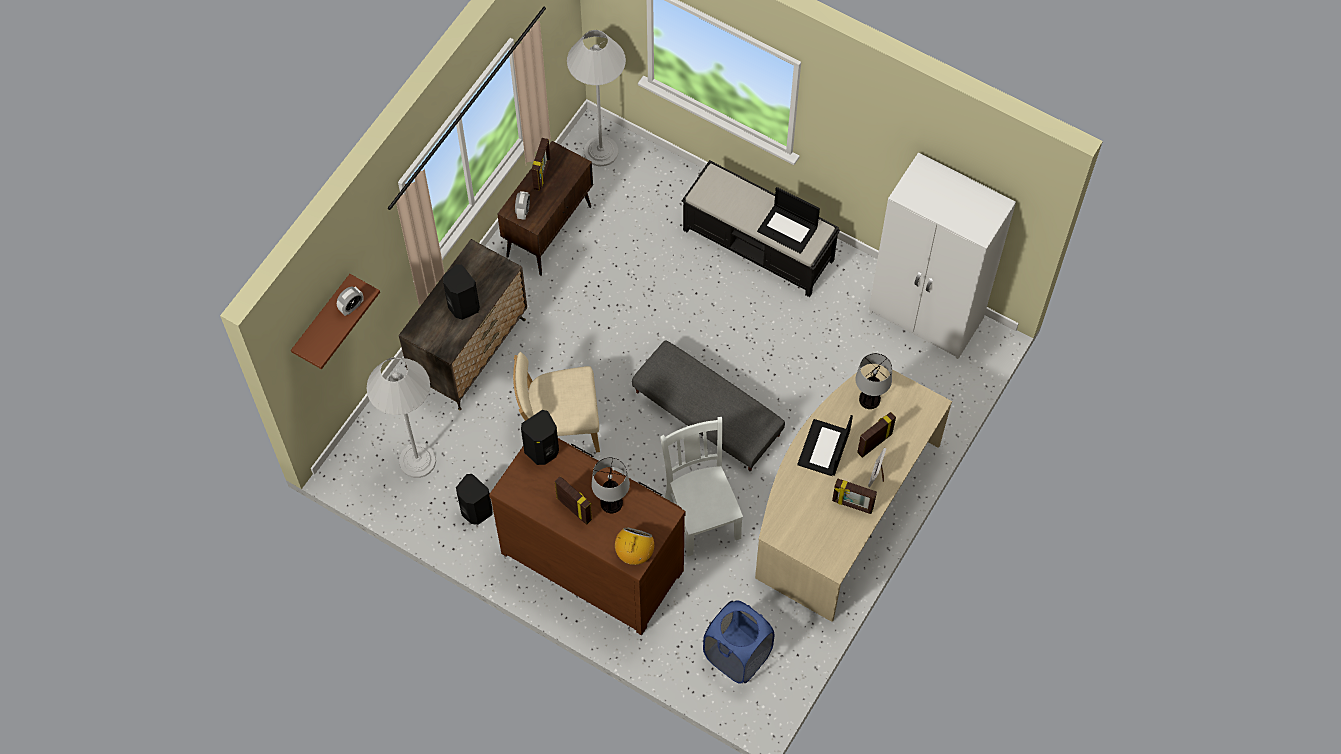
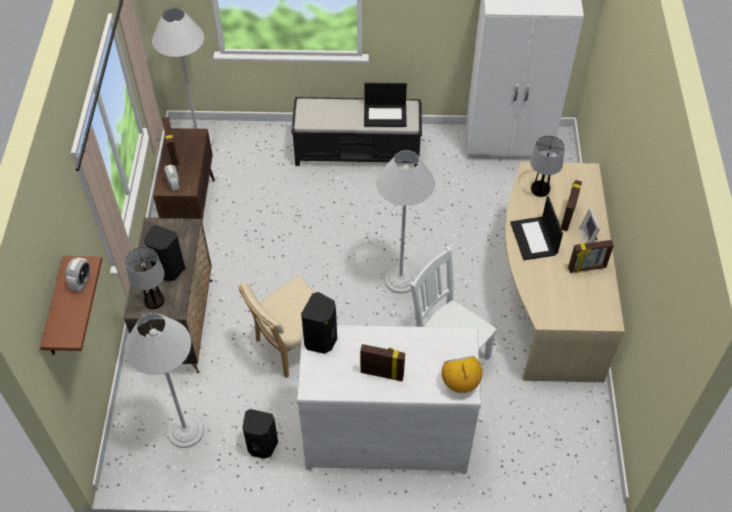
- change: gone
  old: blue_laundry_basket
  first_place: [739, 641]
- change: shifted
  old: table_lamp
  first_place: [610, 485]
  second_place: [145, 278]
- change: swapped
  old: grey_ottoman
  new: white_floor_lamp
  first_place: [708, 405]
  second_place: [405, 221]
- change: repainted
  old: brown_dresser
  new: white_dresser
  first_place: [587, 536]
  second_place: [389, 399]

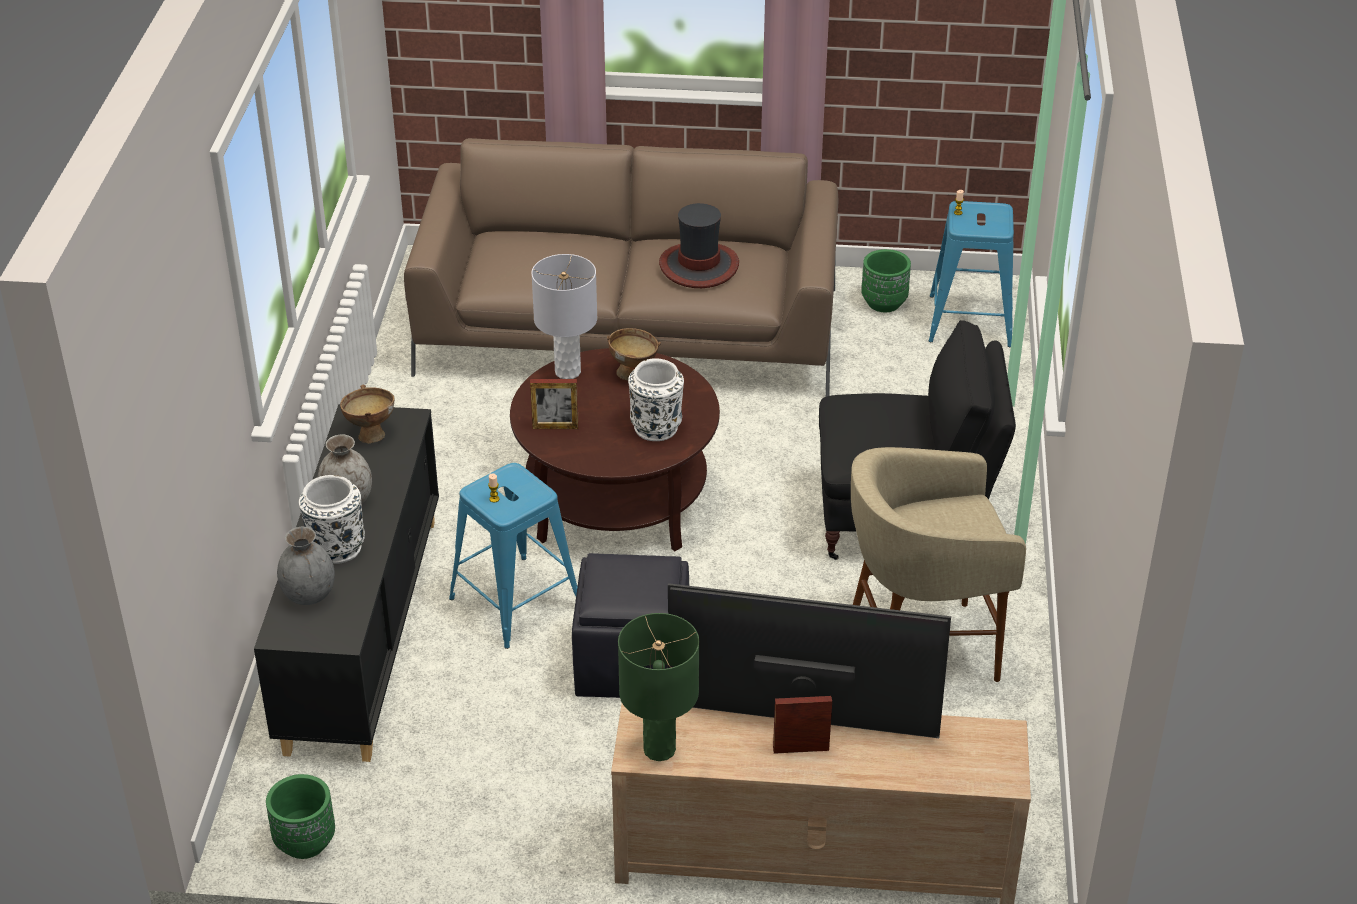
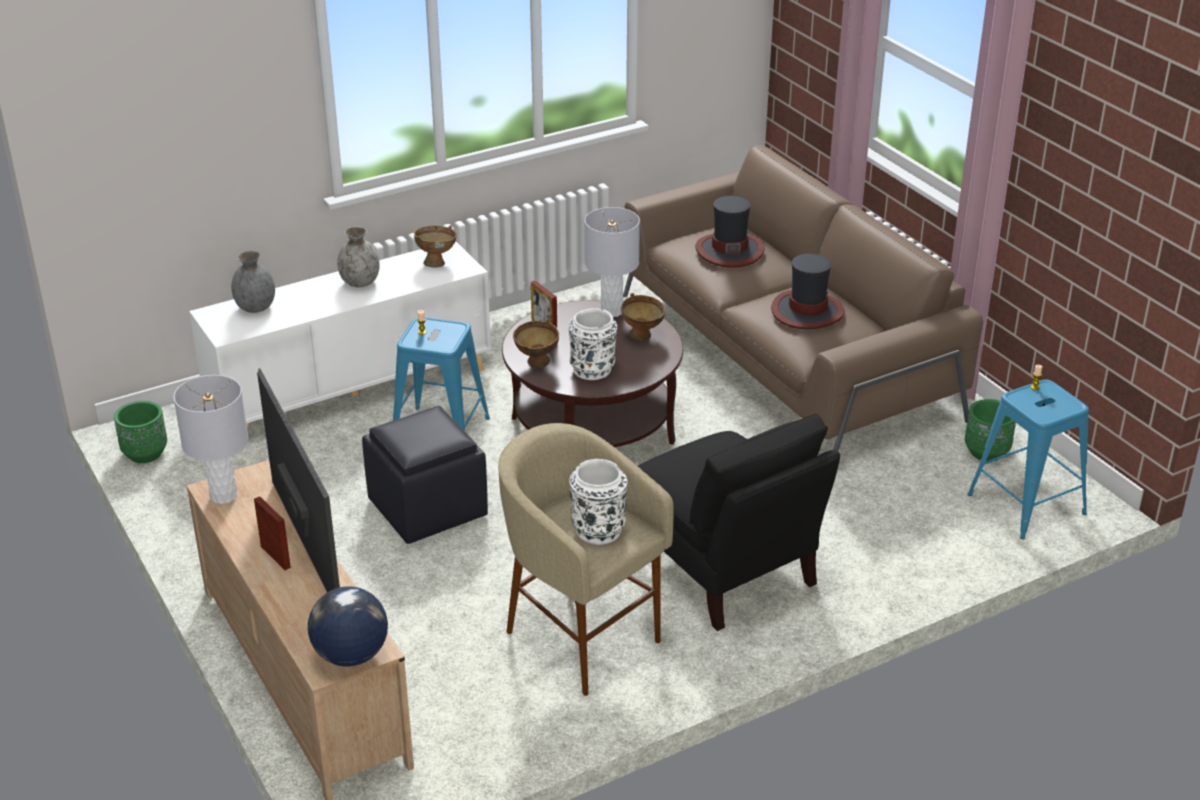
- change: new
  new: globe
  second_place: [348, 626]
- change: new
  new: brown_bowl
  second_place: [536, 343]
- change: new
  new: hat
  second_place: [730, 232]
- change: shifted
  old: white_vase
  first_place: [332, 519]
  second_place: [598, 502]
- change: repainted
  old: black_cabinet
  new: white_cabinet
  first_place: [346, 583]
  second_place: [340, 334]
- change: repainted
  old: green_table_lamp
  new: grey_table_lamp
  first_place: [658, 687]
  second_place: [210, 439]

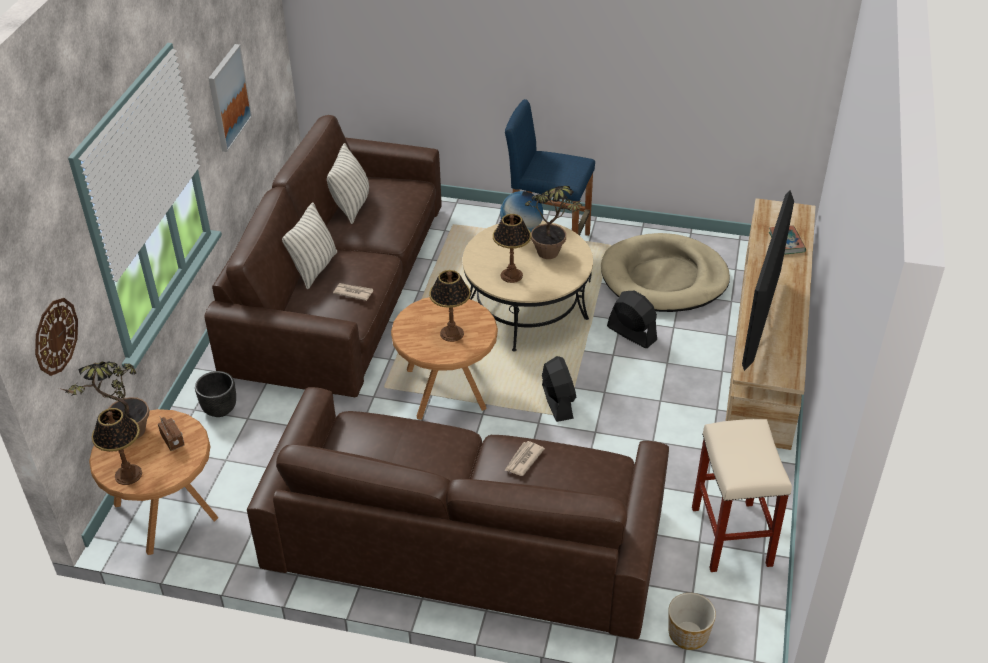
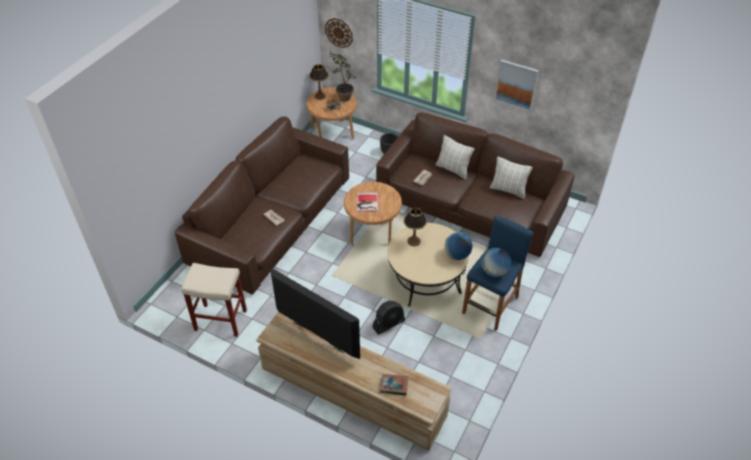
- change: gone
  old: potted_plant
  first_place: [554, 222]
- change: gone
  old: black_fan
  first_place: [559, 389]
- change: gone
  old: beige_dog_bed
  first_place: [665, 272]
- change: gone
  old: planter
  first_place: [692, 621]
- change: new
  new: globe
  second_place: [496, 262]
- change: swapped
  old: table_lamp
  new: book
  first_place: [450, 306]
  second_place: [368, 202]

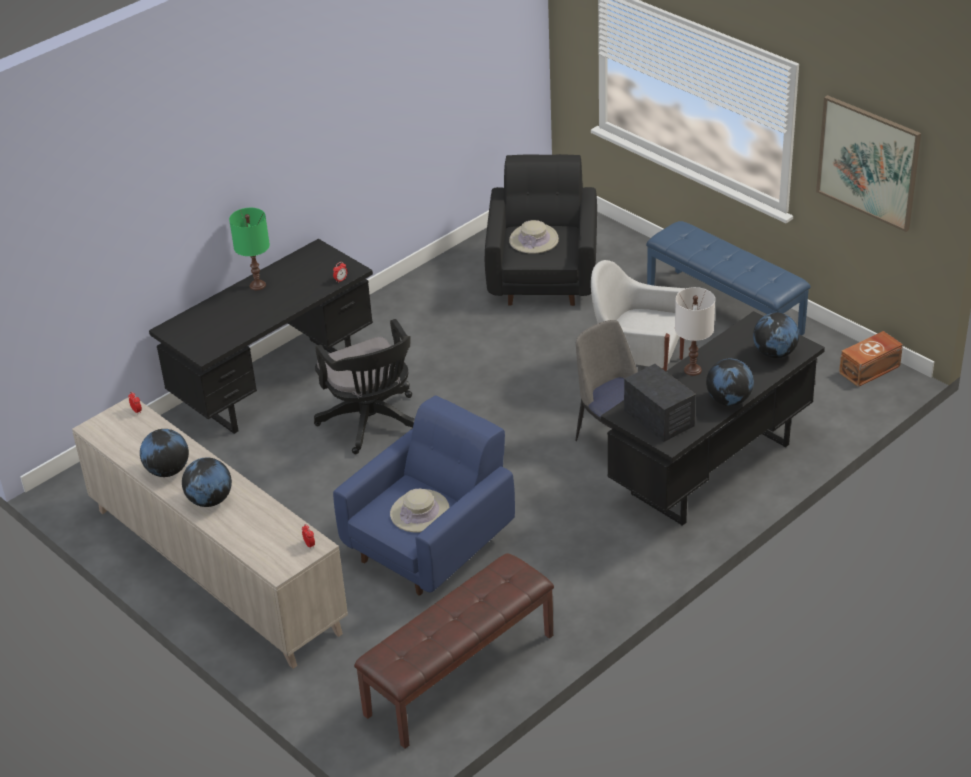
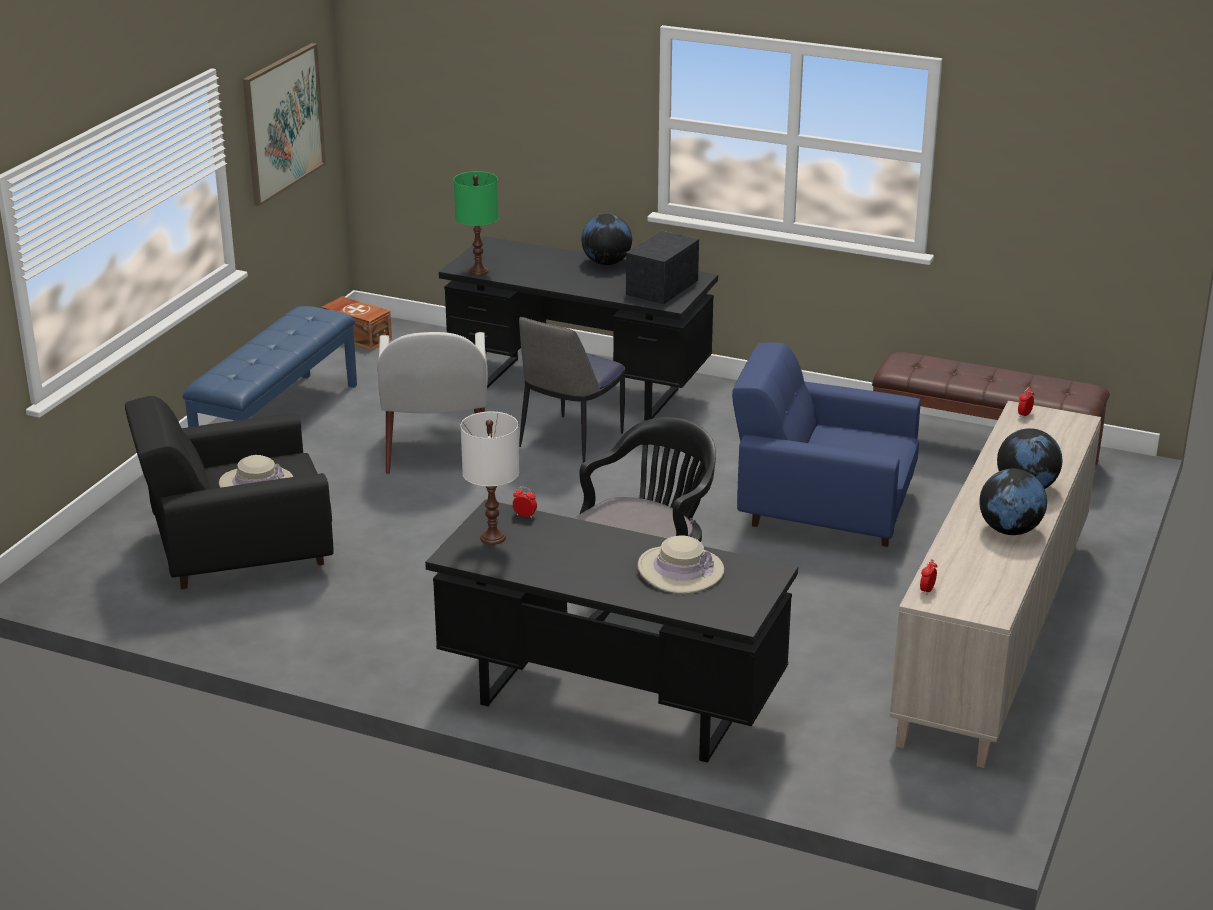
- change: gone
  old: globe
  first_place: [776, 335]
- change: shifted
  old: green_table_lamp
  first_place: [249, 249]
  second_place: [476, 223]
- change: shifted
  old: beige_hat
  first_place: [419, 511]
  second_place: [681, 564]
- change: shifted
  old: white_table_lamp
  first_place: [695, 331]
  second_place: [490, 478]

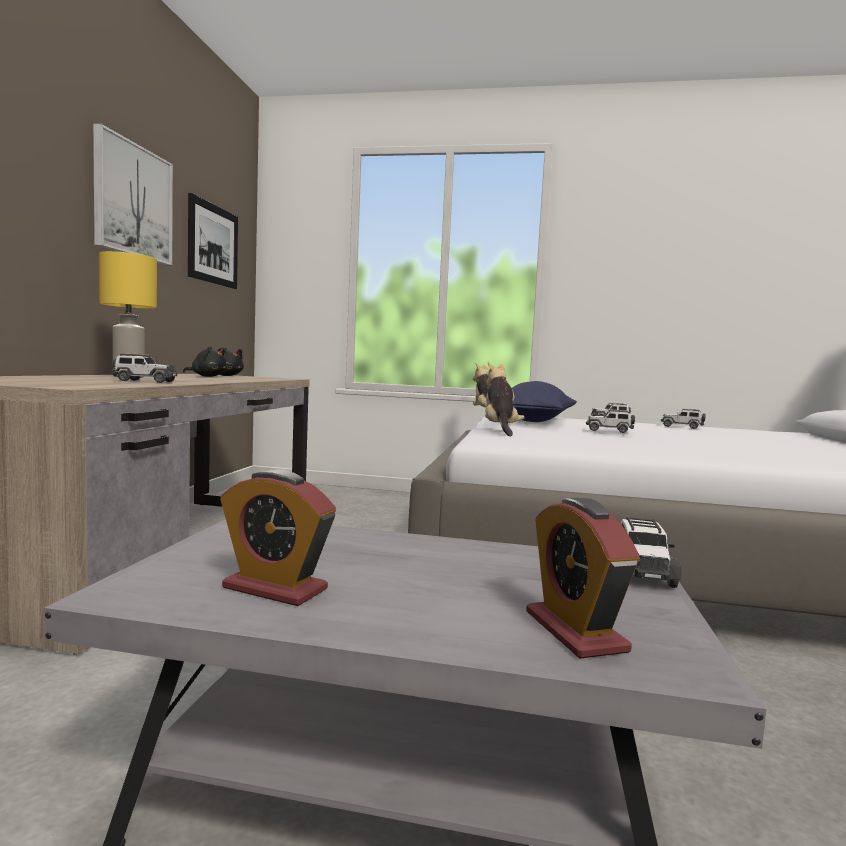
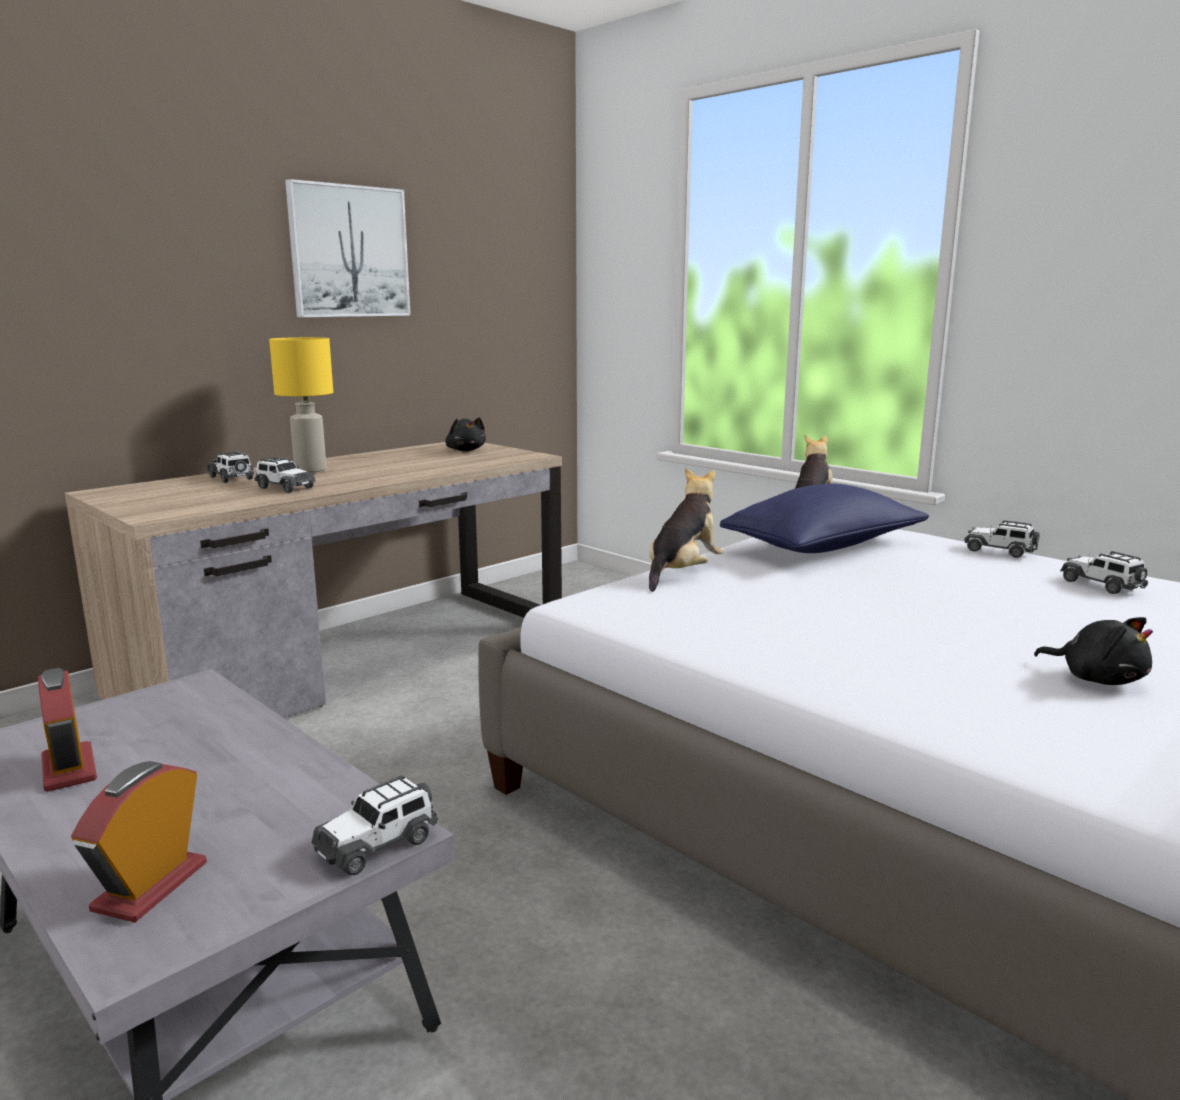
- change: gone
  old: picture
  first_place: [213, 241]
- change: shifted
  old: black_plush_toy
  first_place: [205, 361]
  second_place: [1093, 651]
- change: shifted
  old: toy_car
  first_place: [610, 421]
  second_place: [230, 467]

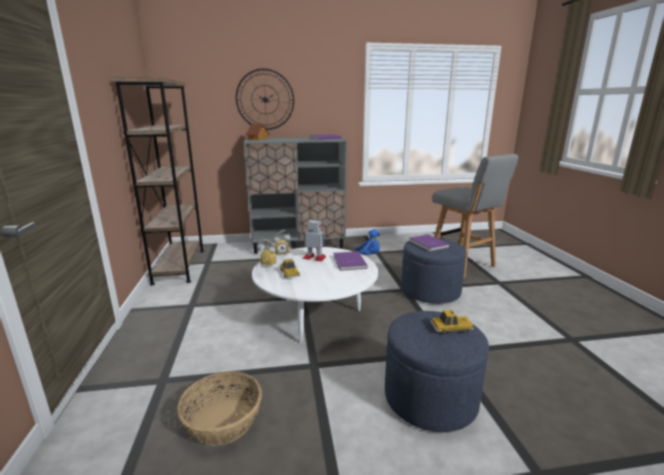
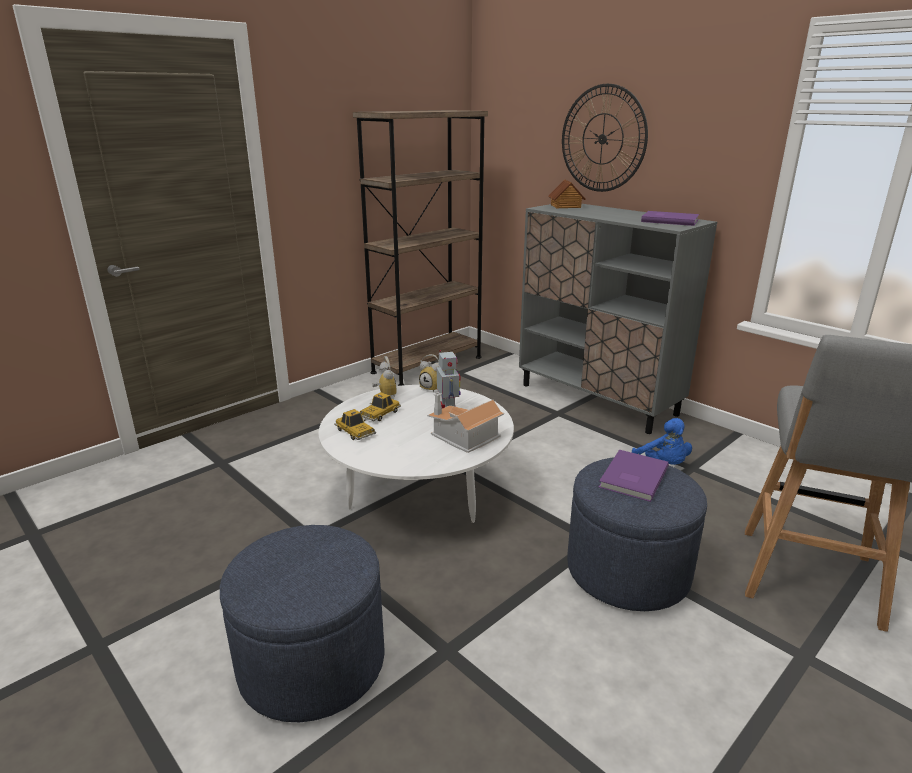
- change: gone
  old: basket
  first_place: [219, 408]
- change: shifted
  old: toy_car
  first_place: [452, 322]
  second_place: [355, 424]
- change: swapped
  old: purple_book
  new: toy_house
  first_place: [350, 261]
  second_place: [465, 422]

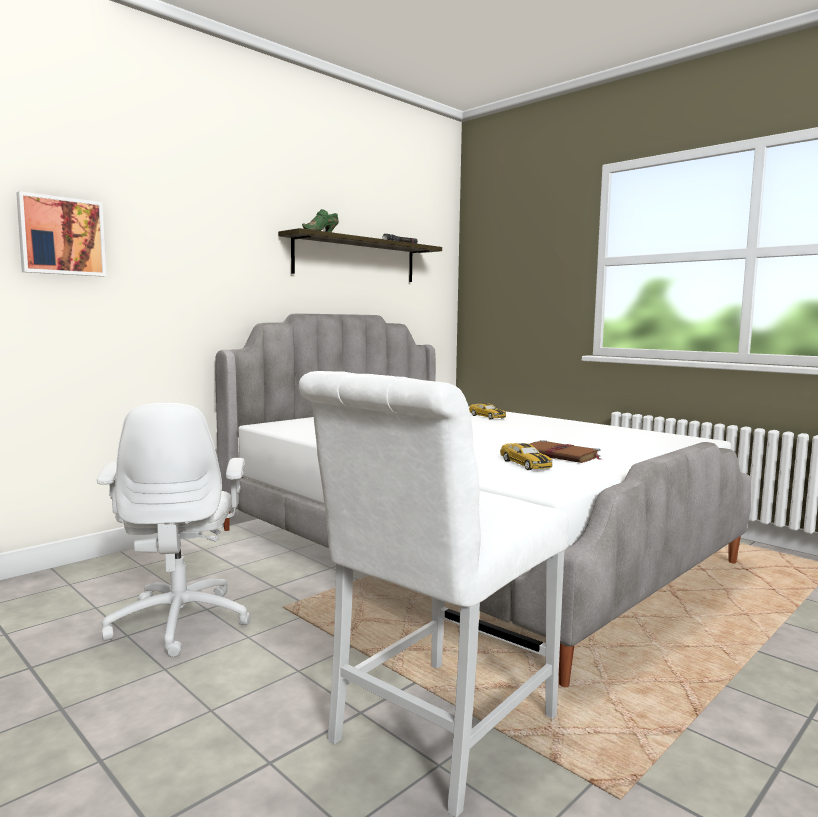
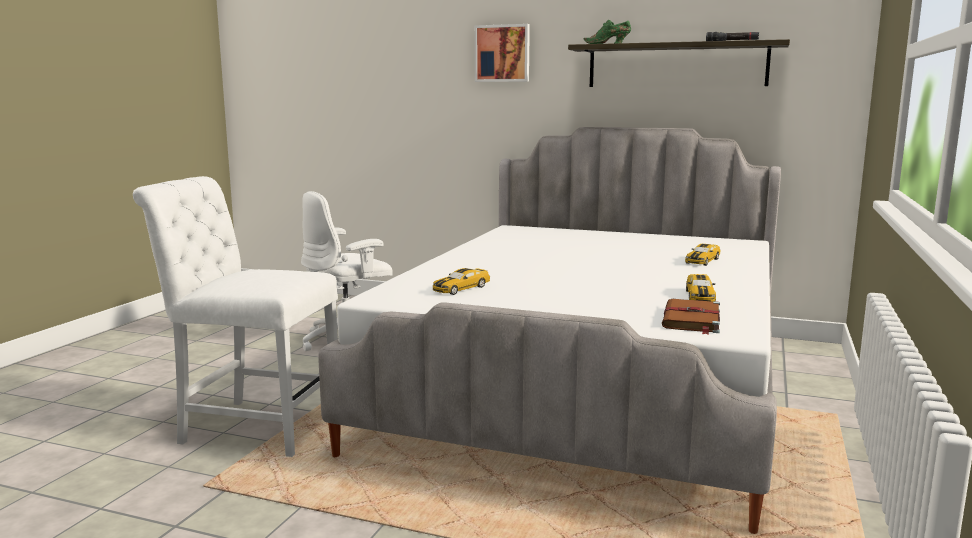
- change: new
  new: toy_car
  second_place: [701, 288]
- change: shifted
  old: picture
  first_place: [61, 234]
  second_place: [502, 53]
- change: shifted
  old: brown_book
  first_place: [565, 451]
  second_place: [691, 317]

